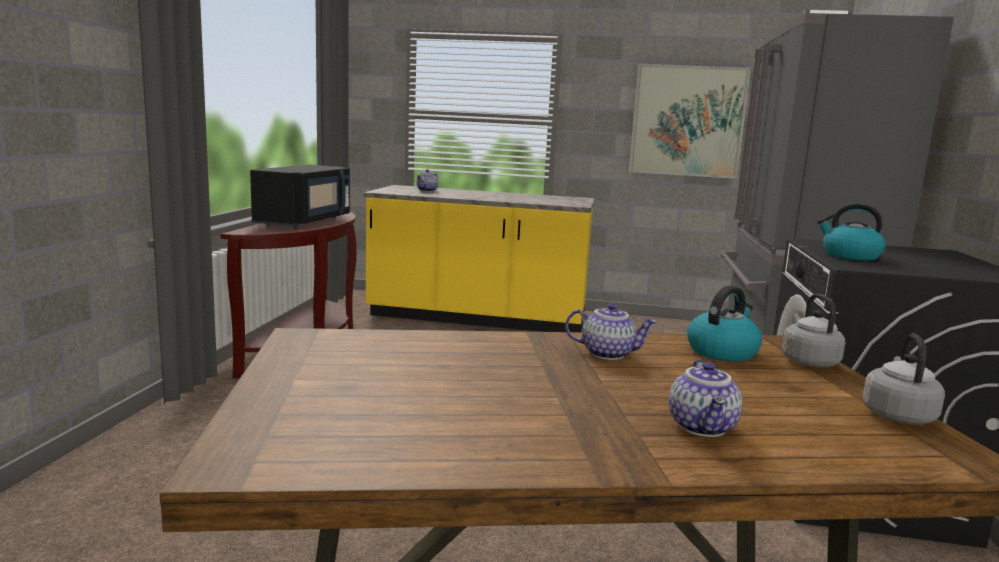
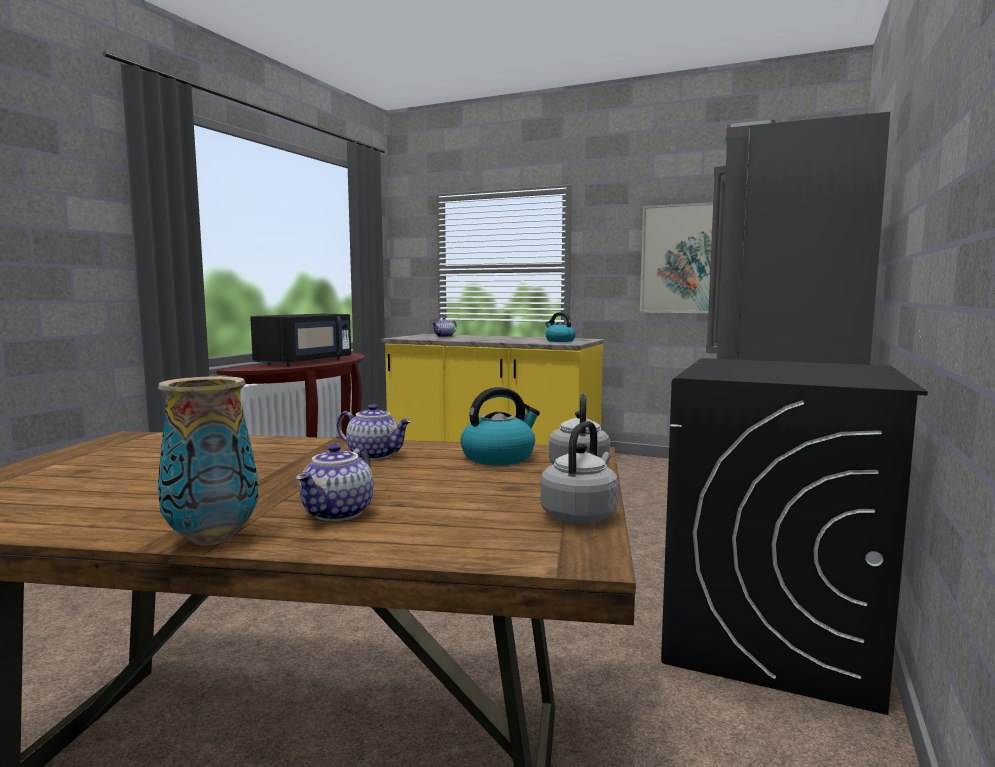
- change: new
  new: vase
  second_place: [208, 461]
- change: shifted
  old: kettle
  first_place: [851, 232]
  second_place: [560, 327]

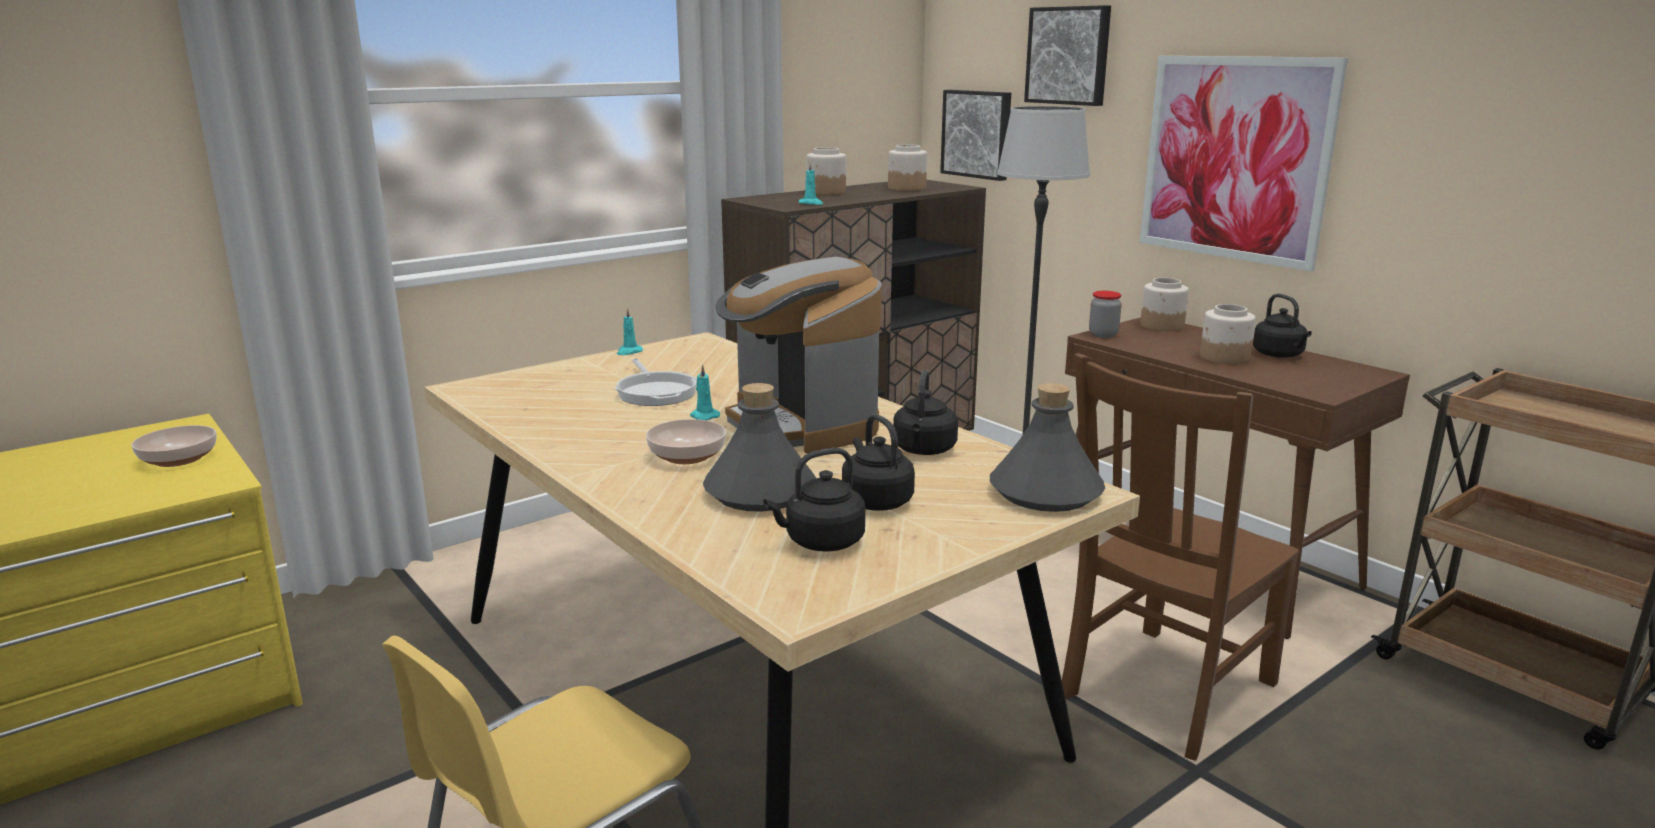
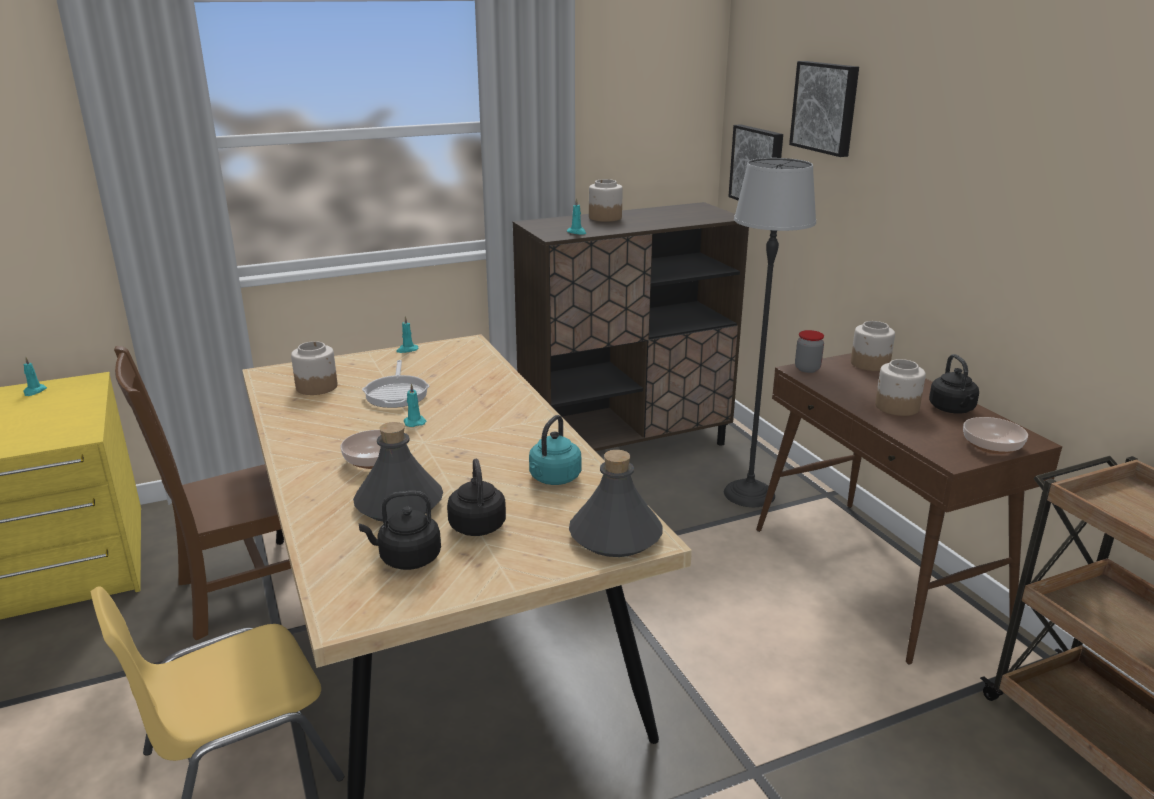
- change: gone
  old: coffee_machine
  first_place: [798, 355]
- change: gone
  old: picture
  first_place: [1244, 163]
- change: new
  new: turquoise_candle
  second_place: [35, 376]
- change: shifted
  old: bowl
  first_place: [174, 446]
  second_place: [995, 435]
- change: shifted
  old: jar
  first_place: [907, 167]
  second_place: [314, 368]
- change: shifted
  old: brown_chair
  first_place: [1181, 557]
  second_place: [202, 493]
- change: repainted
  old: black_kettle
  new: turquoise_kettle
  first_place: [925, 412]
  second_place: [555, 450]

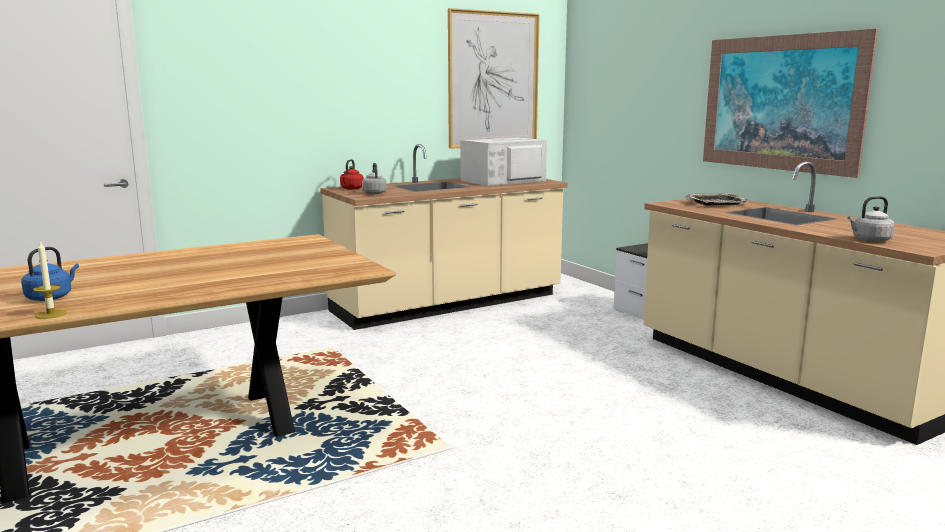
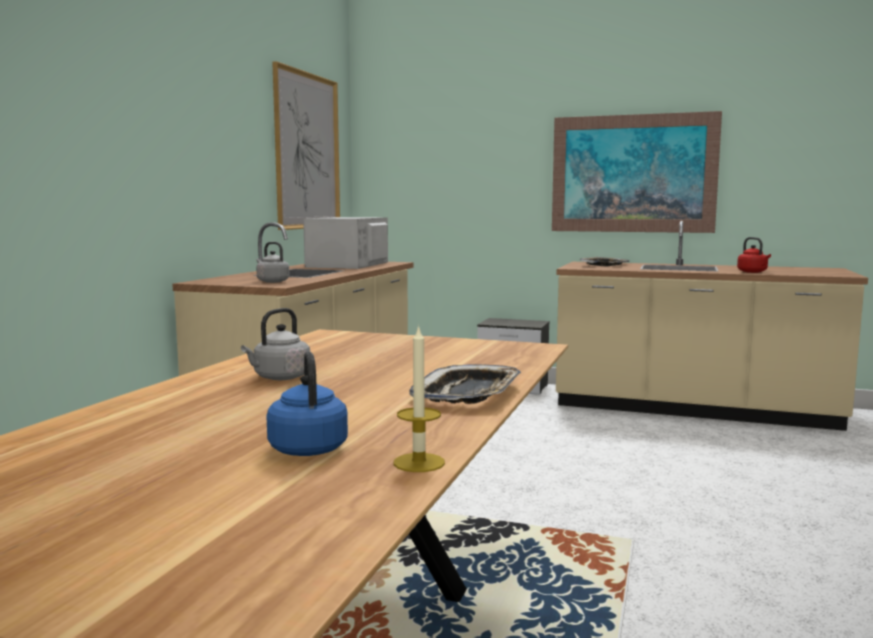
- change: new
  new: tray
  second_place: [465, 384]
- change: shifted
  old: red_kettle
  first_place: [352, 174]
  second_place: [754, 255]
- change: shifted
  old: grey_kettle
  first_place: [871, 219]
  second_place: [275, 344]

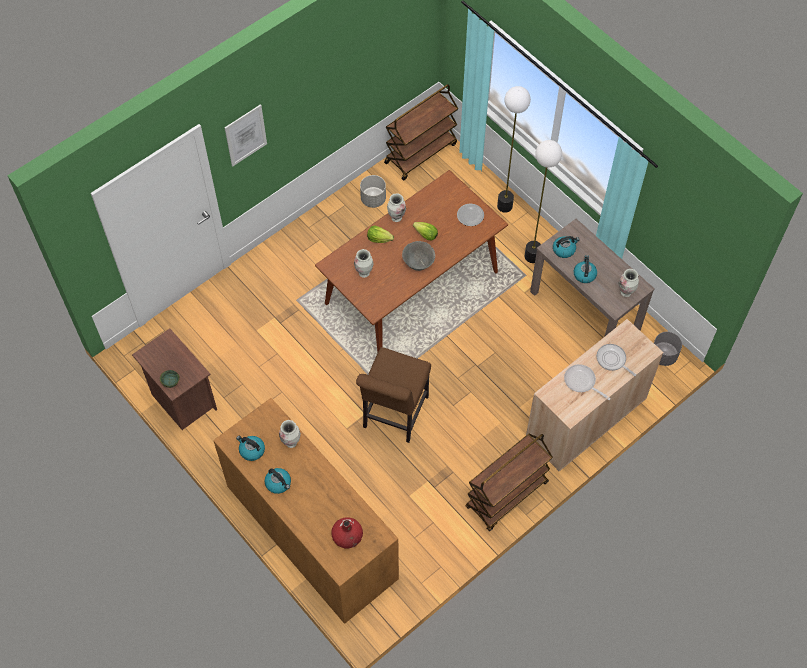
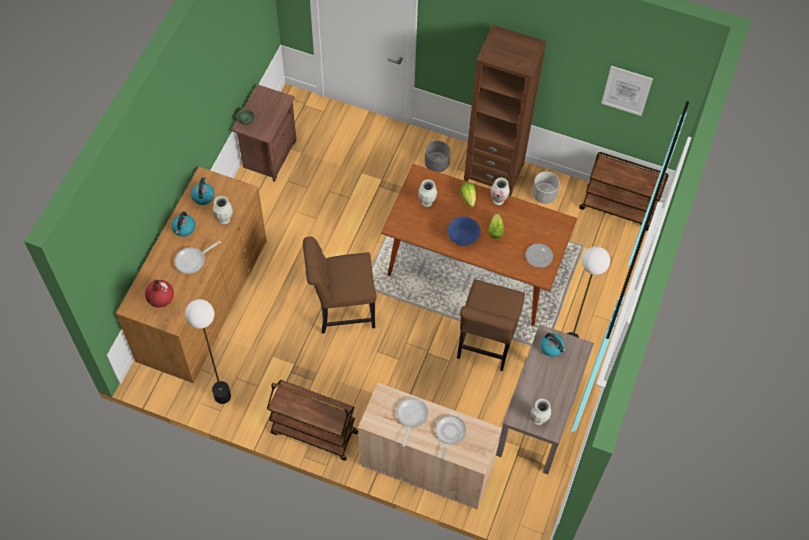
- change: gone
  old: kettle
  first_place: [585, 269]
- change: new
  new: frying_pan
  second_place: [197, 257]
- change: new
  new: brown_chair
  second_place: [491, 325]
- change: new
  new: brown_bookcase
  second_place: [505, 110]
- change: shifted
  old: picture
  first_place: [246, 135]
  second_place: [627, 91]
- change: shifted
  old: floor_lamp
  first_place: [514, 149]
  second_place: [208, 351]
- change: shifted
  old: grey_planter
  first_place: [668, 349]
  second_place: [437, 156]
- change: repainted
  old: grey_bowl
  new: blue_bowl
  first_place: [418, 256]
  second_place: [464, 231]

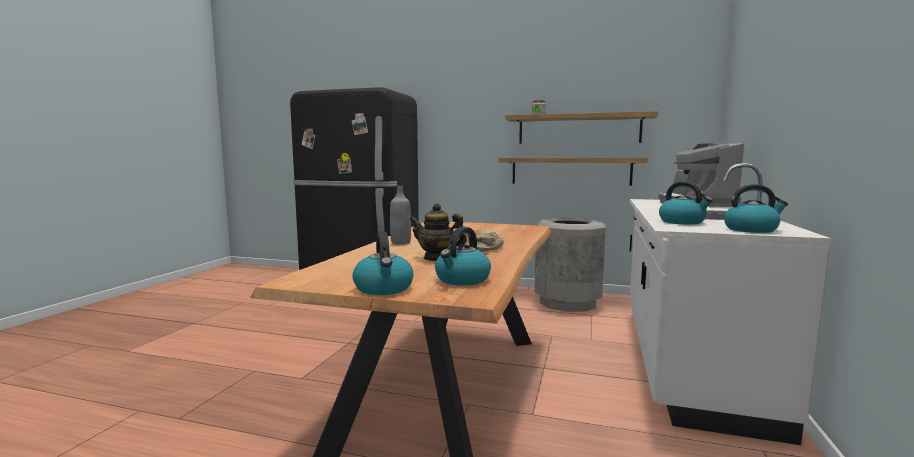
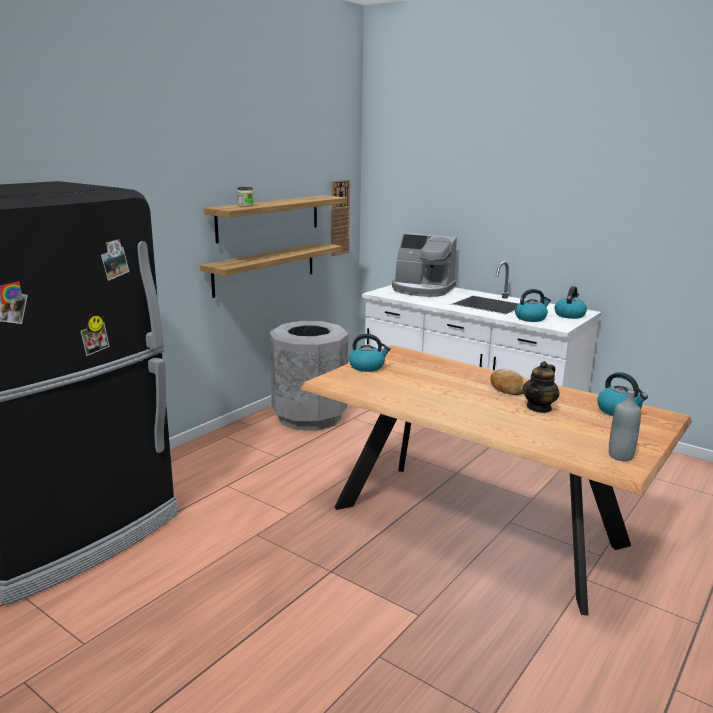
- change: new
  new: wall_clock
  second_place: [340, 217]
- change: shifted
  old: kettle
  first_place: [382, 263]
  second_place: [370, 353]
- change: shifted
  old: grey_bottle
  first_place: [400, 216]
  second_place: [625, 425]

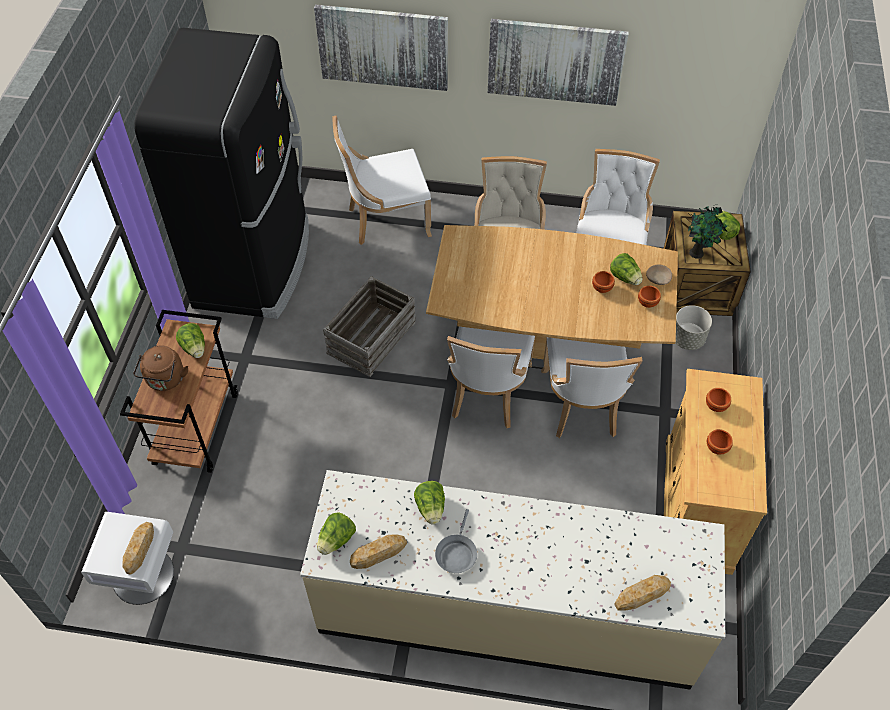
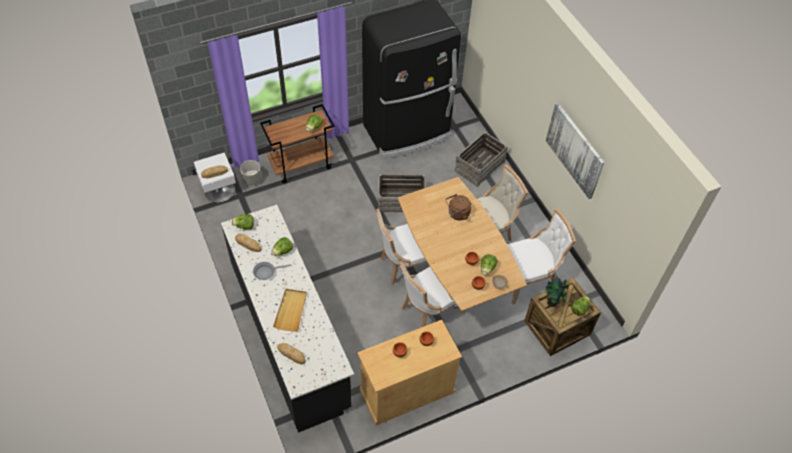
- change: gone
  old: picture
  first_place: [381, 48]
- change: new
  new: beige_tray
  second_place: [290, 310]
- change: shifted
  old: brown_kettle
  first_place: [160, 368]
  second_place: [458, 207]
- change: shifted
  old: grey_planter
  first_place: [693, 327]
  second_place: [251, 173]
- change: swapped
  old: white_chair
  new: crate
  first_place: [382, 180]
  second_place: [481, 159]
- change: repainted
  old: beige_counter
  new: black_counter
  first_place: [512, 580]
  second_place: [287, 319]

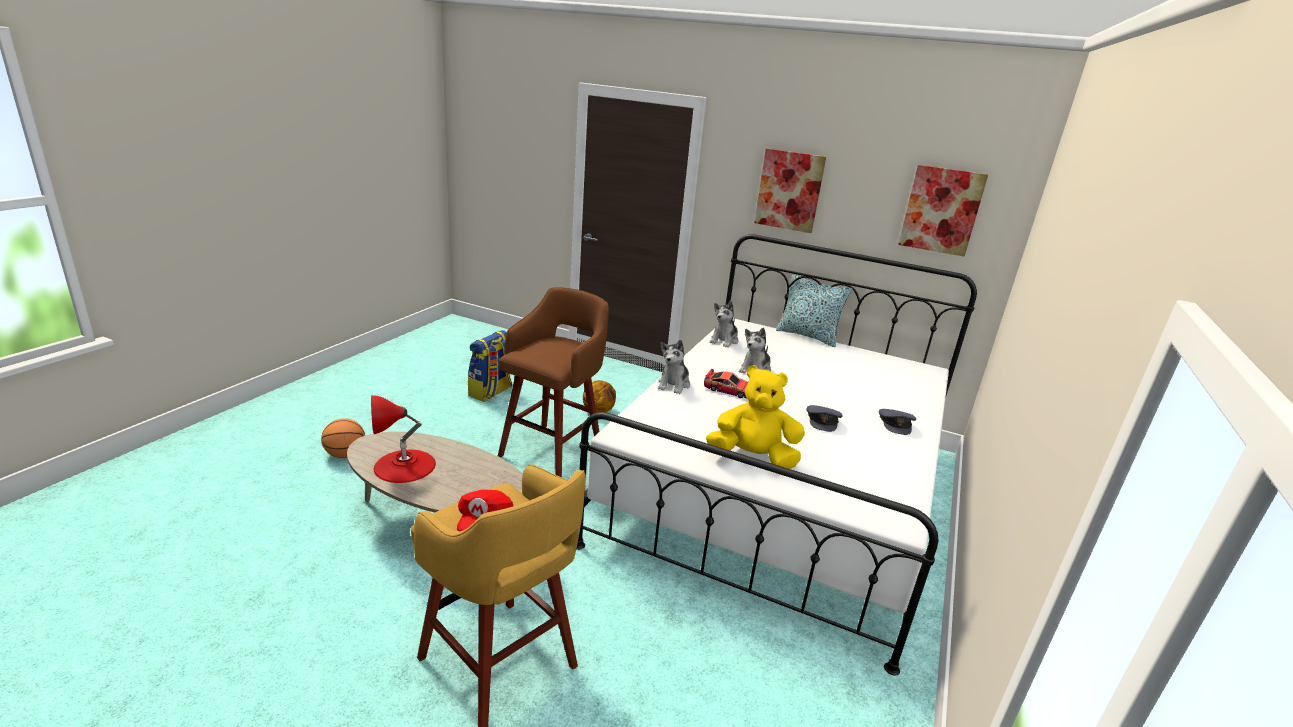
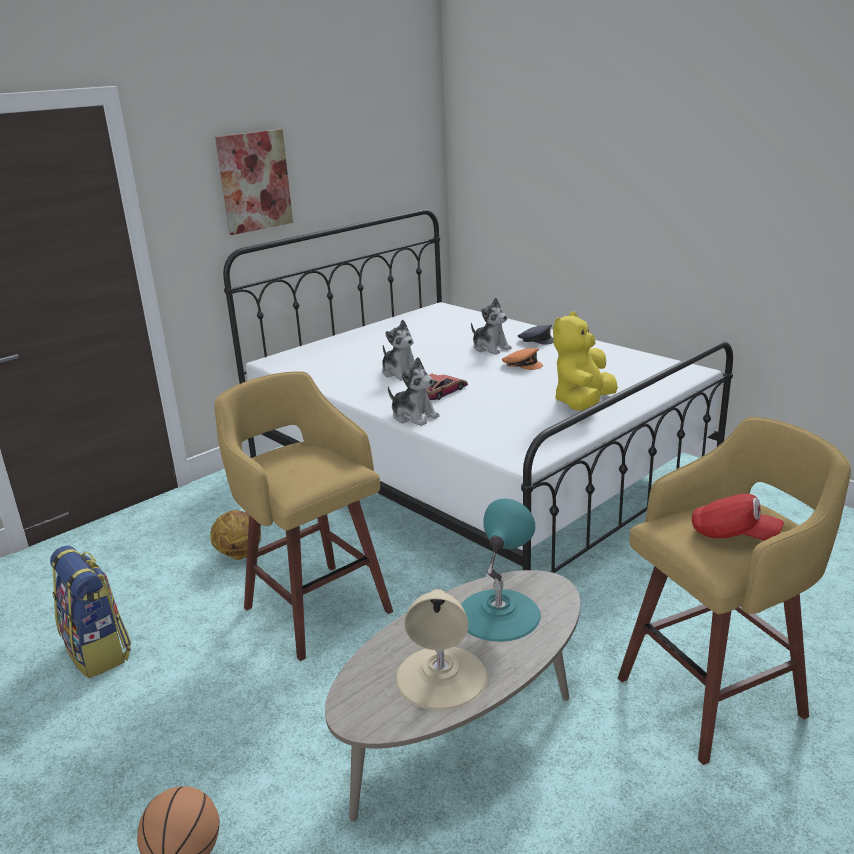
- change: gone
  old: pillow
  first_place: [814, 311]
- change: gone
  old: picture
  first_place: [943, 211]
- change: new
  new: turquoise_table_lamp
  second_place: [501, 570]
- change: shifted
  old: plush_toy
  first_place: [724, 324]
  second_place: [491, 326]
- change: repainted
  old: red_table_lamp
  new: beige_table_lamp
  first_place: [403, 439]
  second_place: [442, 649]
- change: repainted
  old: brown_stool
  new: yellow_stool
  first_place: [553, 382]
  second_place: [303, 516]
- change: repainted
  old: grey_cap
  new: orange_cap
  first_place: [824, 418]
  second_place: [522, 359]

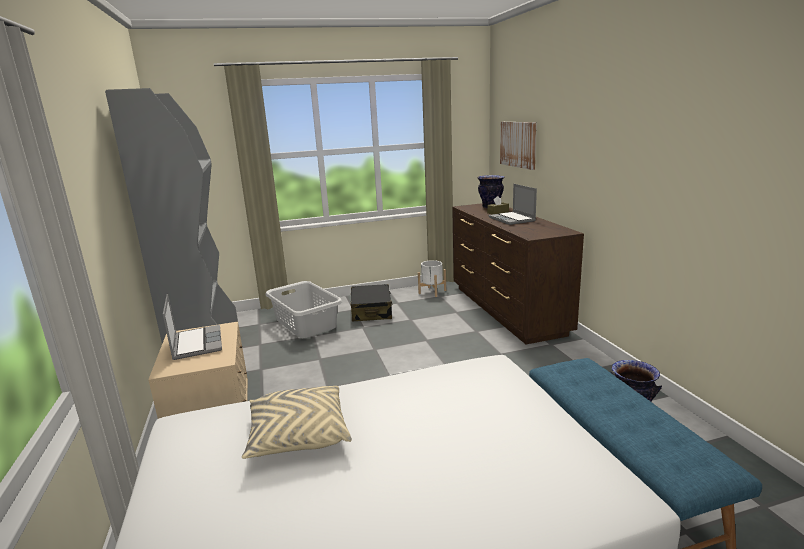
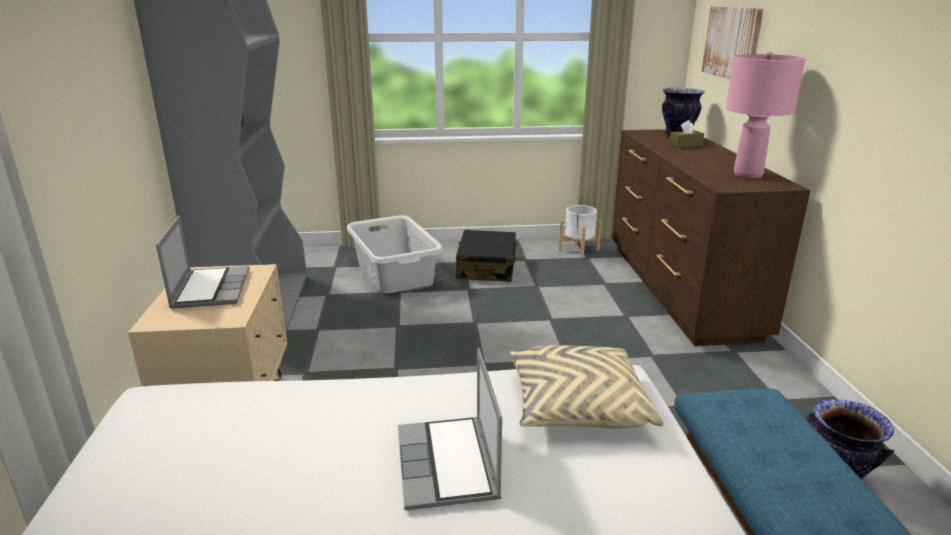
- change: new
  new: pink_table_lamp
  second_place: [765, 115]
- change: shifted
  old: beige_pillow
  first_place: [297, 422]
  second_place: [587, 387]
- change: shifted
  old: laptop
  first_place: [513, 204]
  second_place: [450, 429]

